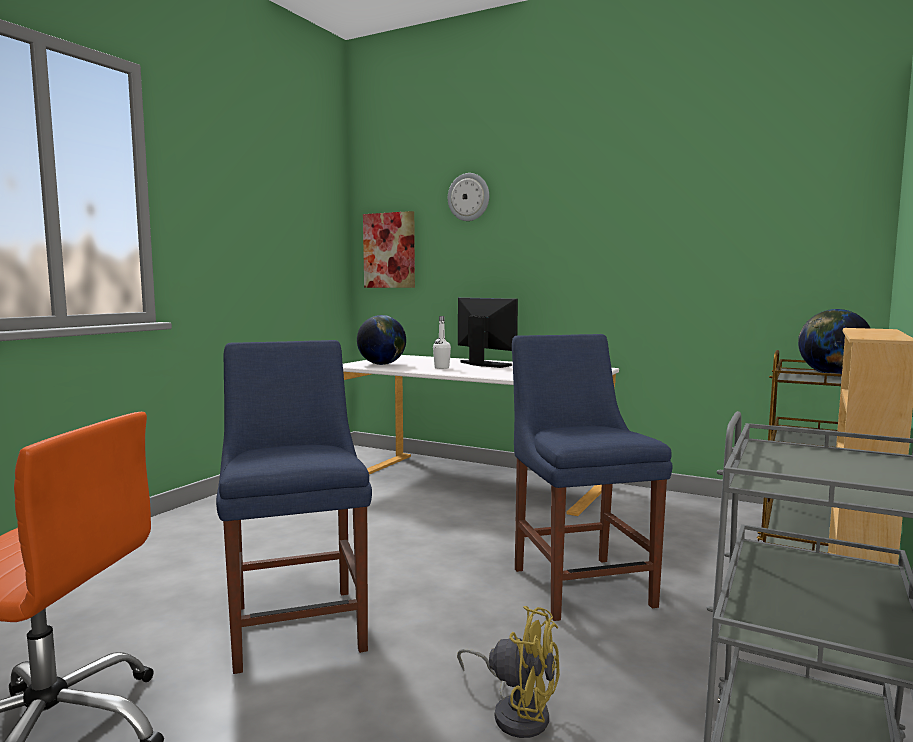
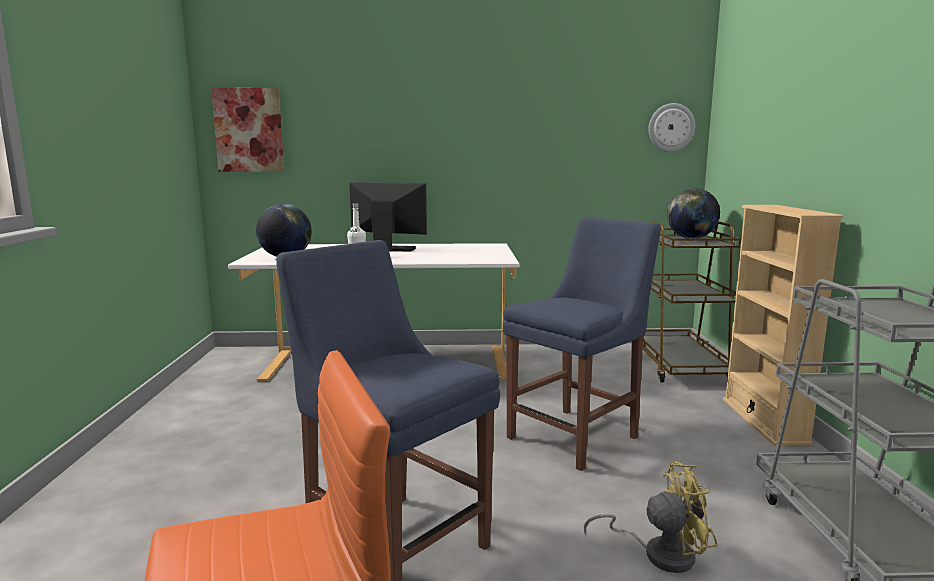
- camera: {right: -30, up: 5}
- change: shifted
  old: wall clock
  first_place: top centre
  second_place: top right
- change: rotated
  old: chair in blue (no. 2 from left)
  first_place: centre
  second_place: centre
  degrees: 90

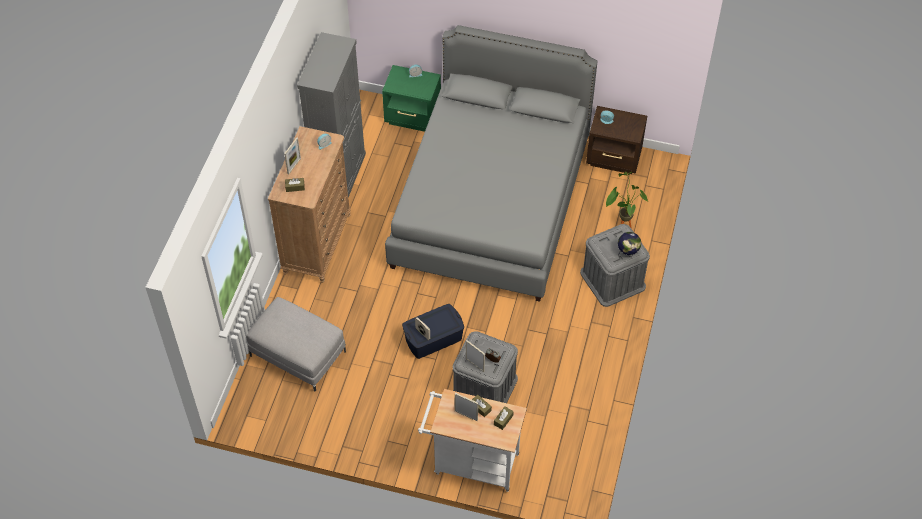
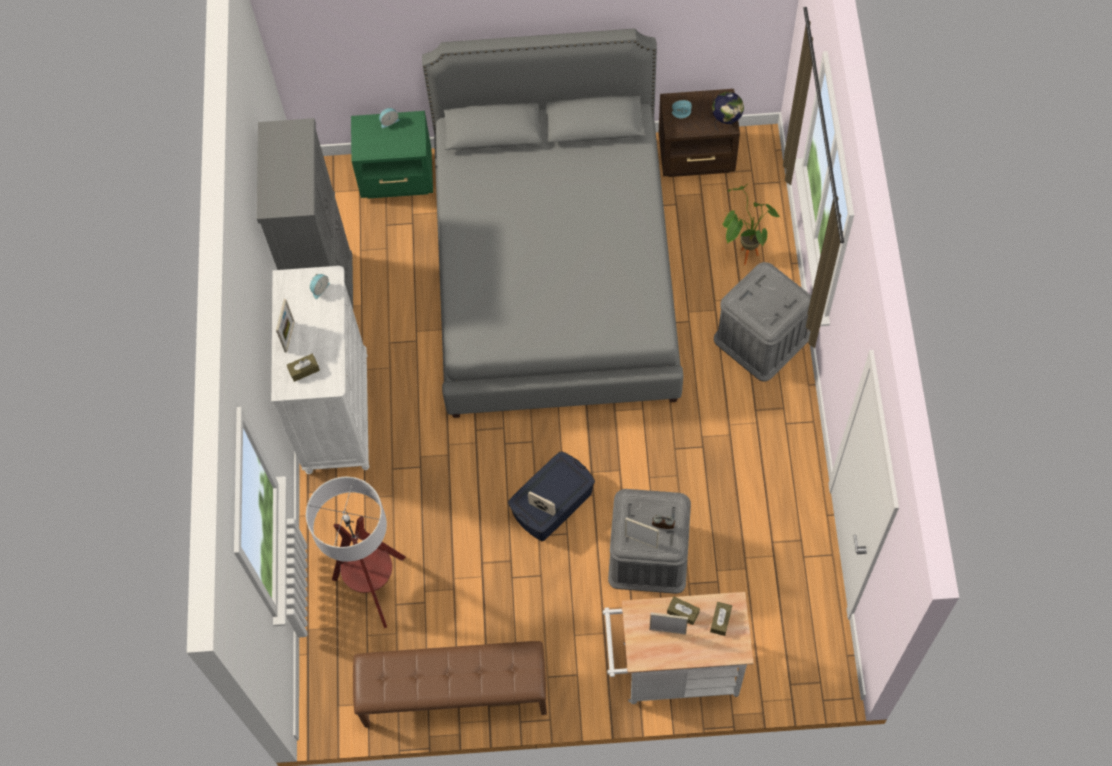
- camera: {right: -15, up: 10}
- change: swapped
  old: ottoman in grey
  new: floor lamp
  first_place: middle left
  second_place: bottom left
- change: repainted
  old: dresser in brown
  new: dresser in white
  first_place: centre
  second_place: middle left
- change: shifted
  old: globe
  first_place: middle right
  second_place: top centre
- change: new
  new: bench in brown
  second_place: bottom centre

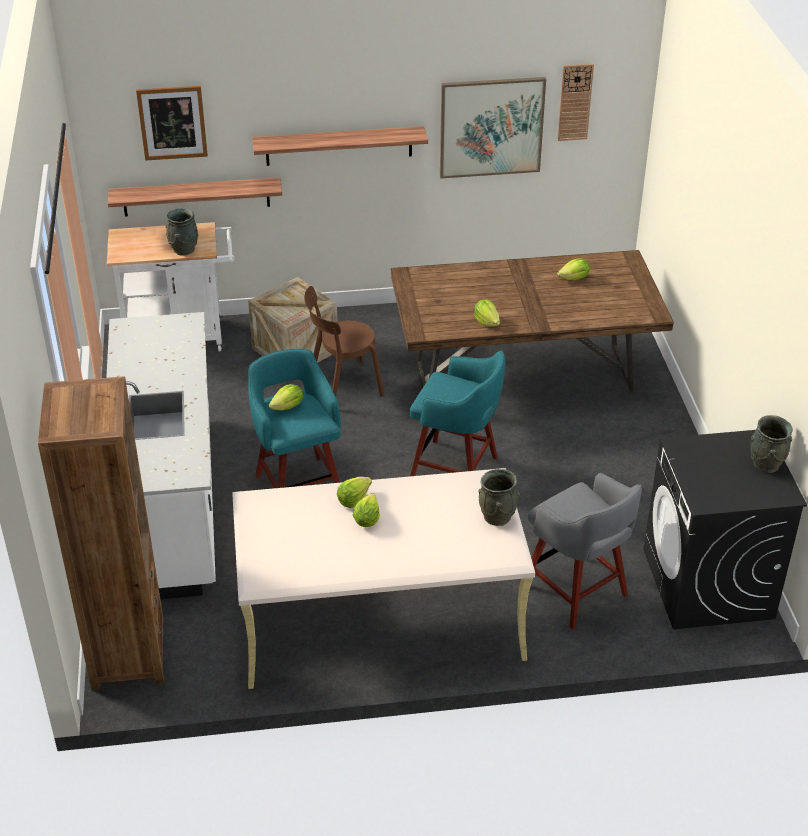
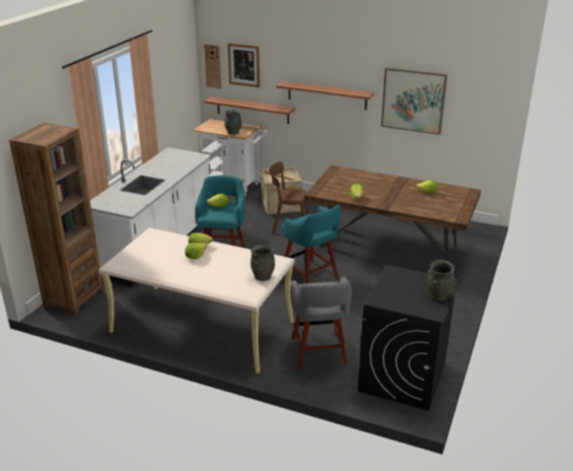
- camera: {right: 30, up: -10}
- change: shifted
  old: wall clock
  first_place: top right
  second_place: top centre

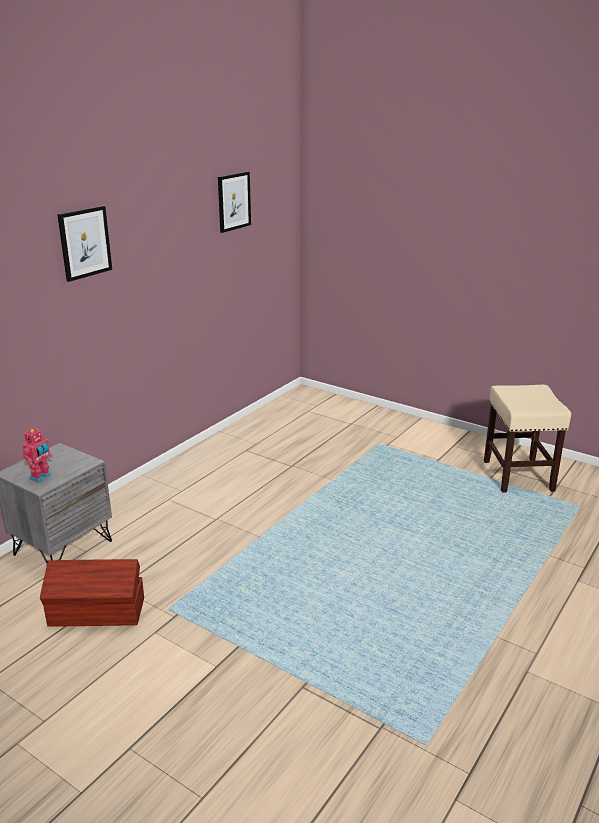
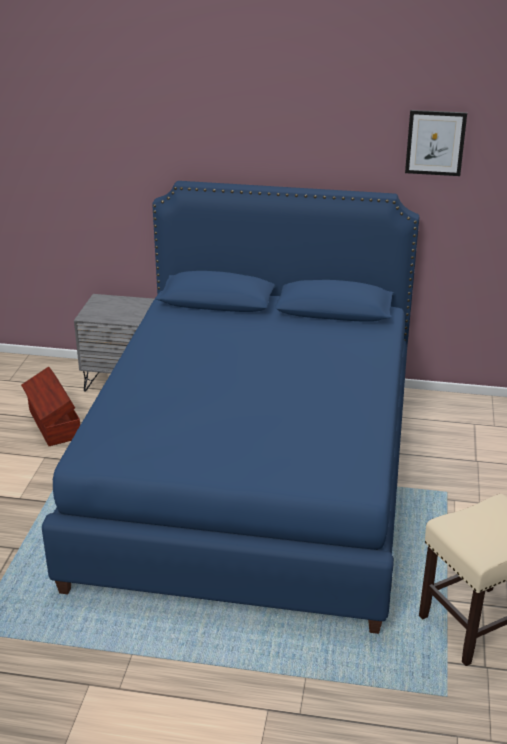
- camera: {right: 65, up: 5}
- change: gone
  old: toy robot
  first_place: middle left
- change: gone
  old: picture (no. 1 from left)
  first_place: top left
- change: new
  new: bed in blue
  second_place: centre

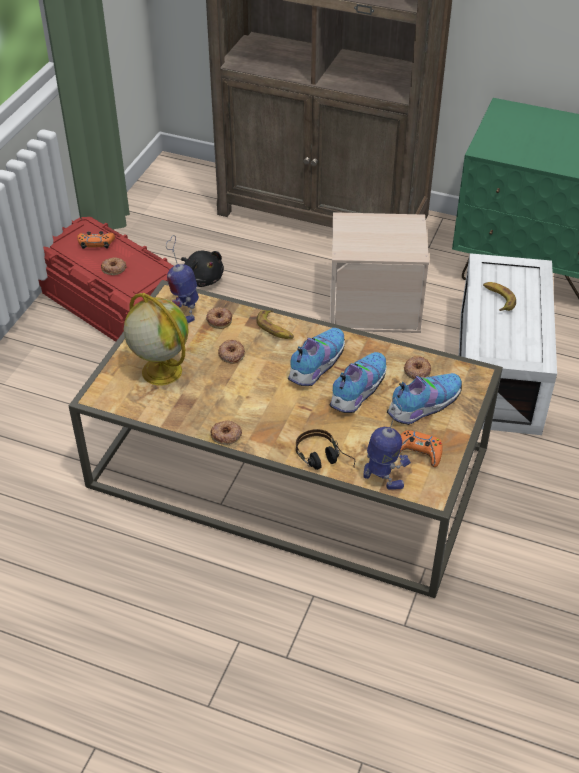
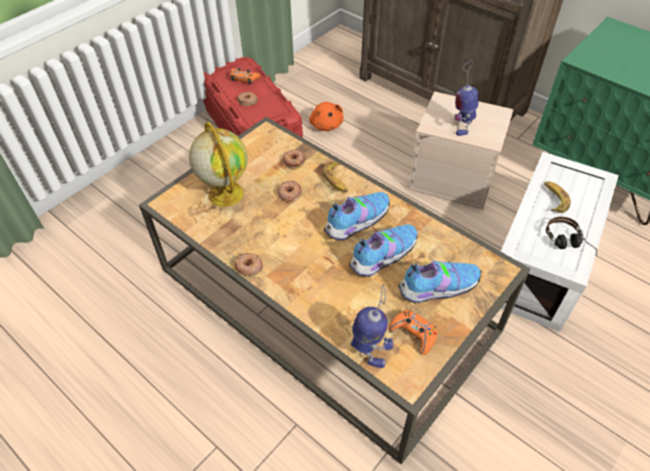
- camera: {right: 20, up: 5}
- change: shifted
  old: toy robot (no. 1 from left in the first image)
  new: toy robot (no. 2 from left)
  first_place: middle left
  second_place: top right
- change: repainted
  old: plush toy in black
  new: plush toy in orange
  first_place: centre
  second_place: top centre
- change: shifted
  old: headphones
  first_place: centre
  second_place: middle right
- change: gone
  old: donut (no. 5 from left)
  first_place: middle right

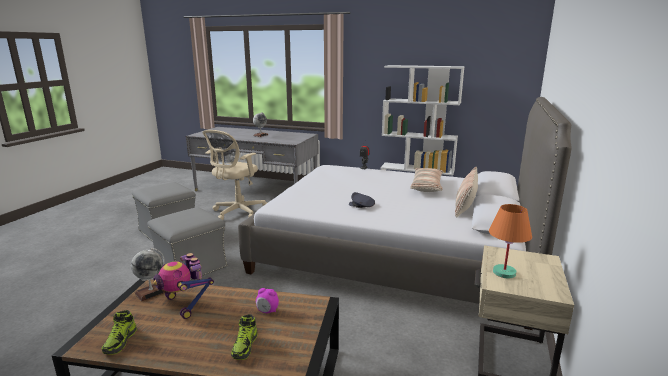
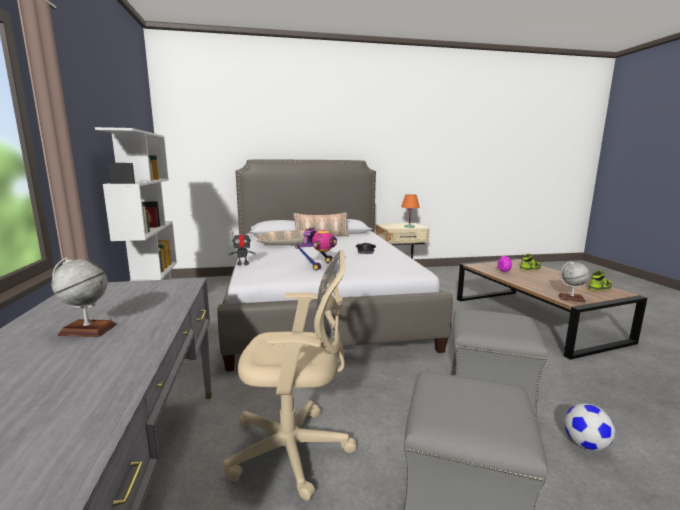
- camera: {right: -120, up: -5}
- change: shifted
  old: toy robot (no. 1 from left in the first image)
  new: toy robot (no. 2 from left)
  first_place: bottom left
  second_place: centre
- change: new
  new: football
  second_place: bottom right

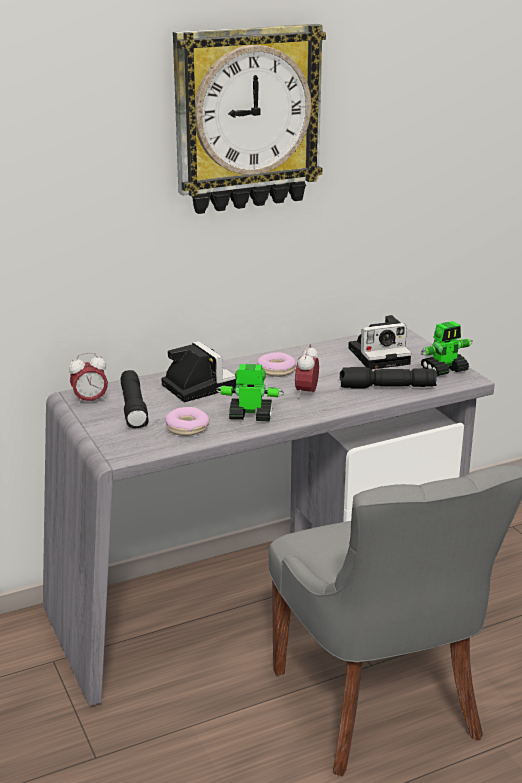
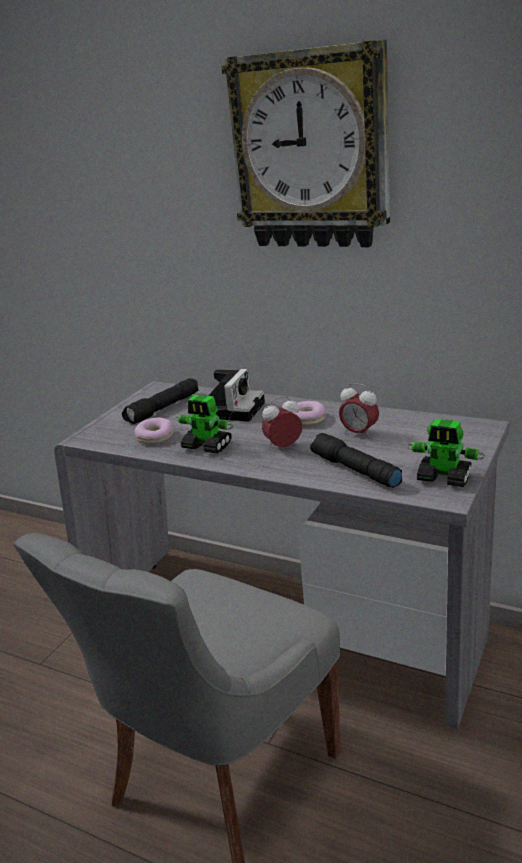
- camera: {right: 55, up: 0}
- change: shifted
  old: alarm clock (no. 1 from left in the first image)
  new: alarm clock (no. 2 from left)
  first_place: middle left
  second_place: middle right
- change: rotated
  old: toy robot (no. 1 from left)
  first_place: centre
  second_place: centre
  degrees: 150
- change: gone
  old: photo camera (no. 2 from left)
  first_place: middle right

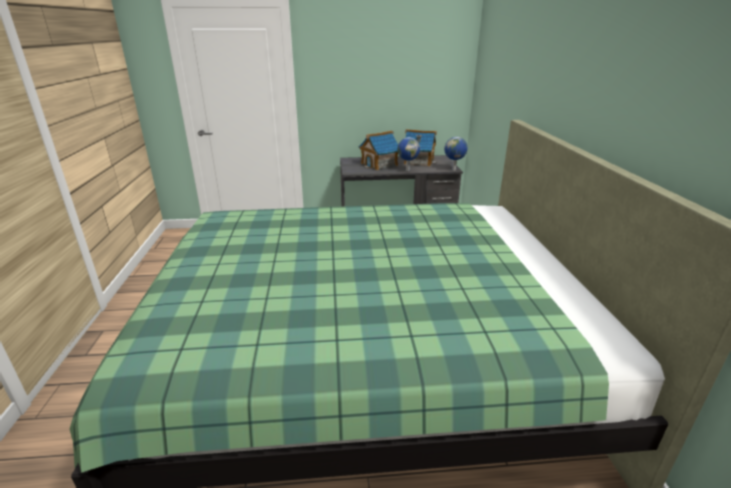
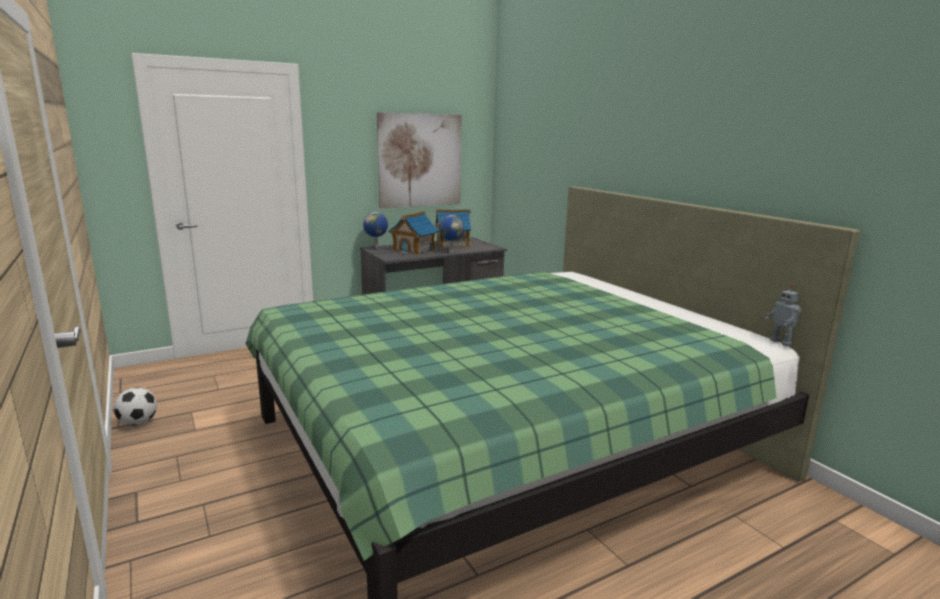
- camera: {right: -25, up: -10}
- change: shifted
  old: globe (no. 2 from left in the first image)
  new: globe (no. 1 from left)
  first_place: top centre
  second_place: centre
- change: new
  new: football
  second_place: bottom left
- change: new
  new: picture
  second_place: top centre
- change: new
  new: toy robot
  second_place: middle right

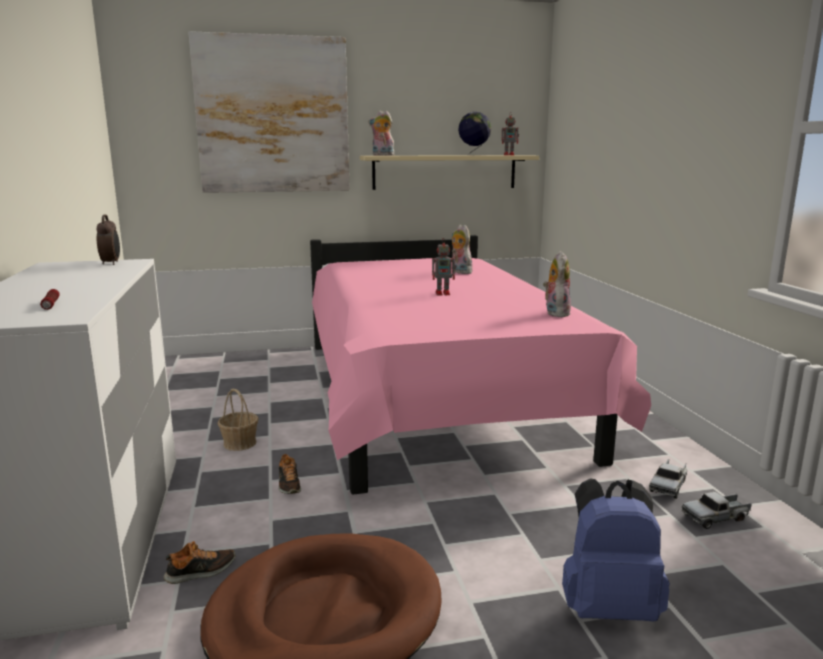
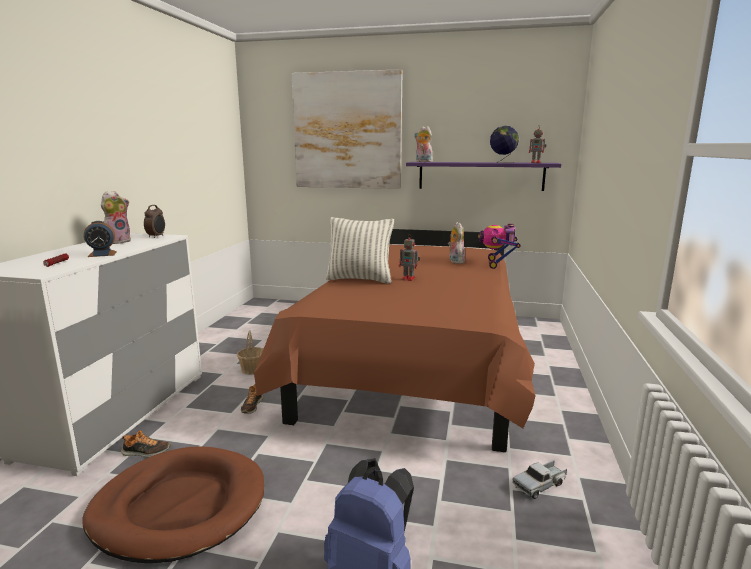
- camera: {right: 25, up: 0}
- change: repainted
  old: bed in pink
  new: bed in brown
  first_place: centre
  second_place: centre
- change: repainted
  old: shelf in beige
  new: shelf in purple
  first_place: top centre
  second_place: top centre
- change: shifted
  old: plush toy (no. 3 from left in the first image)
  new: plush toy (no. 1 from left)
  first_place: middle right
  second_place: middle left
- change: gone
  old: toy truck (no. 2 from left)
  first_place: bottom right
- change: new
  new: alarm clock (no. 1 from left)
  second_place: middle left
- change: new
  new: pillow
  second_place: centre
- change: new
  new: toy robot (no. 2 from left)
  second_place: centre

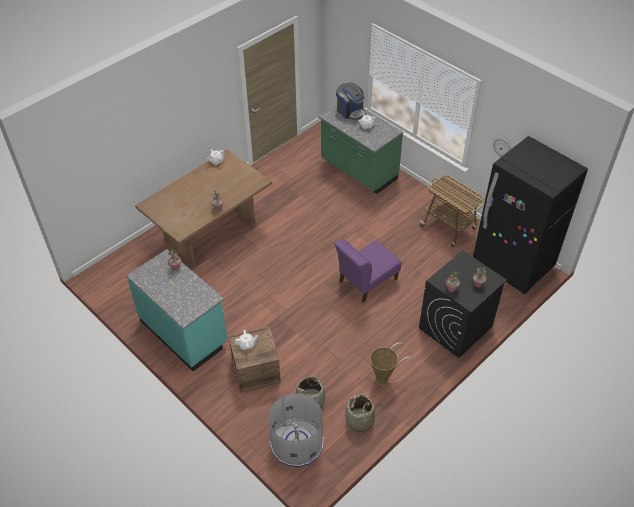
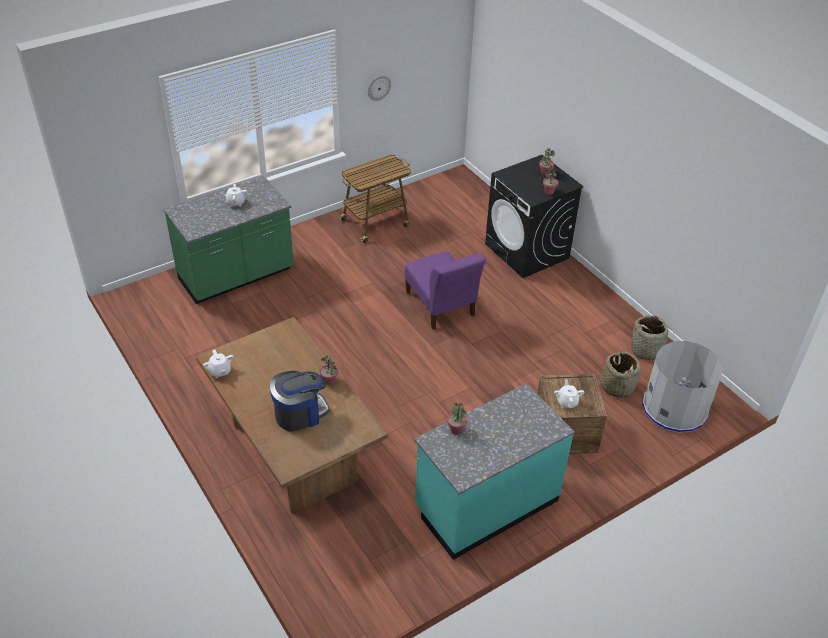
- camera: {right: -80, up: -5}
- change: shifted
  old: coffee machine
  first_place: top centre
  second_place: centre
- change: gone
  old: basket (no. 3 from left)
  first_place: bottom centre
- change: gone
  old: fridge in black
  first_place: middle right

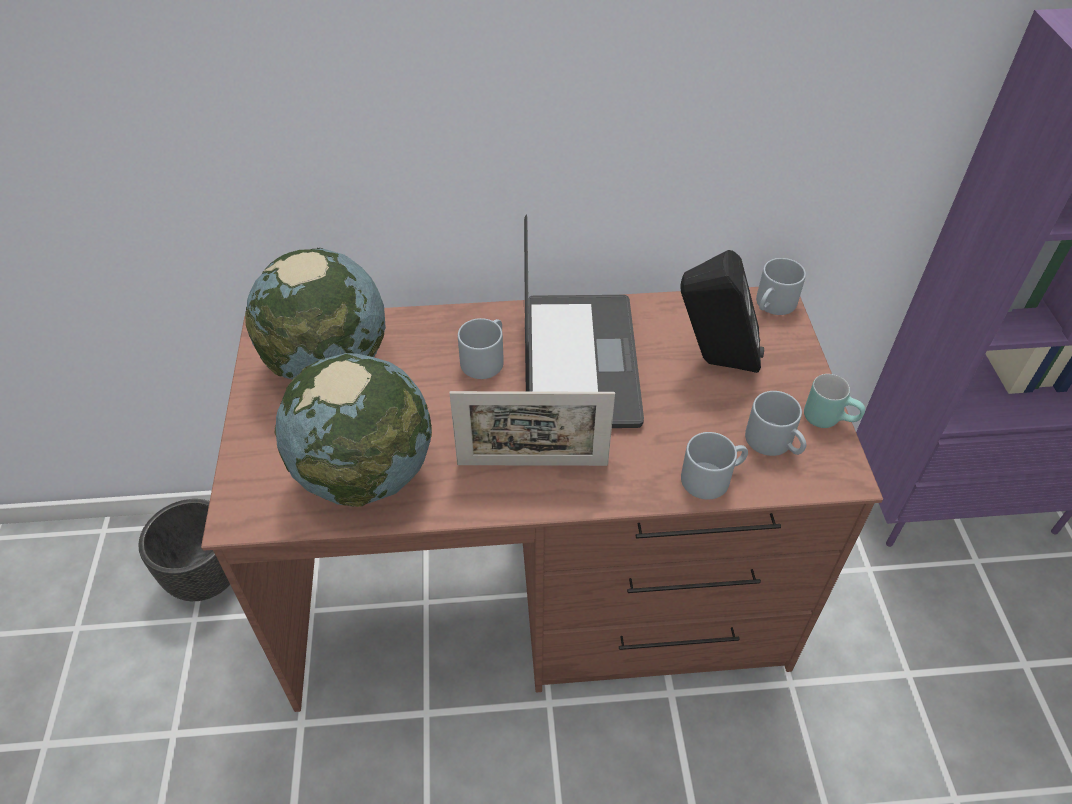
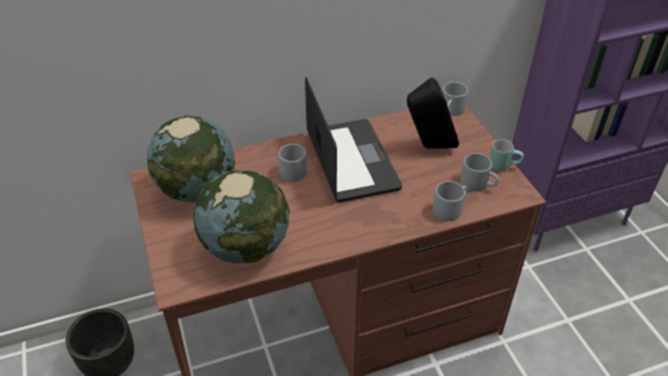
- camera: {right: -15, up: -5}
- change: gone
  old: picture frame
  first_place: centre

